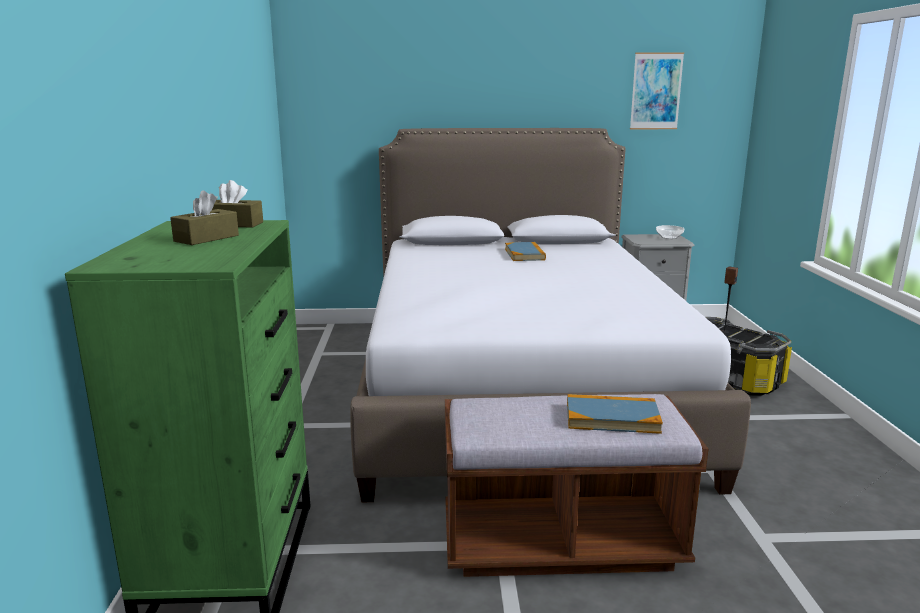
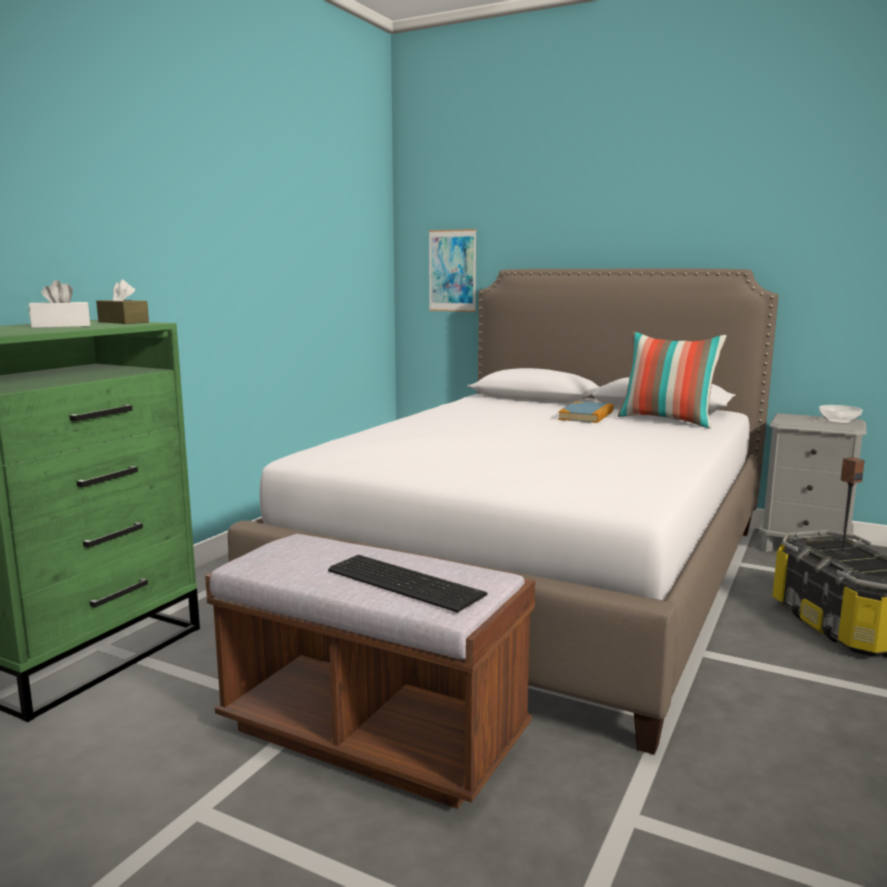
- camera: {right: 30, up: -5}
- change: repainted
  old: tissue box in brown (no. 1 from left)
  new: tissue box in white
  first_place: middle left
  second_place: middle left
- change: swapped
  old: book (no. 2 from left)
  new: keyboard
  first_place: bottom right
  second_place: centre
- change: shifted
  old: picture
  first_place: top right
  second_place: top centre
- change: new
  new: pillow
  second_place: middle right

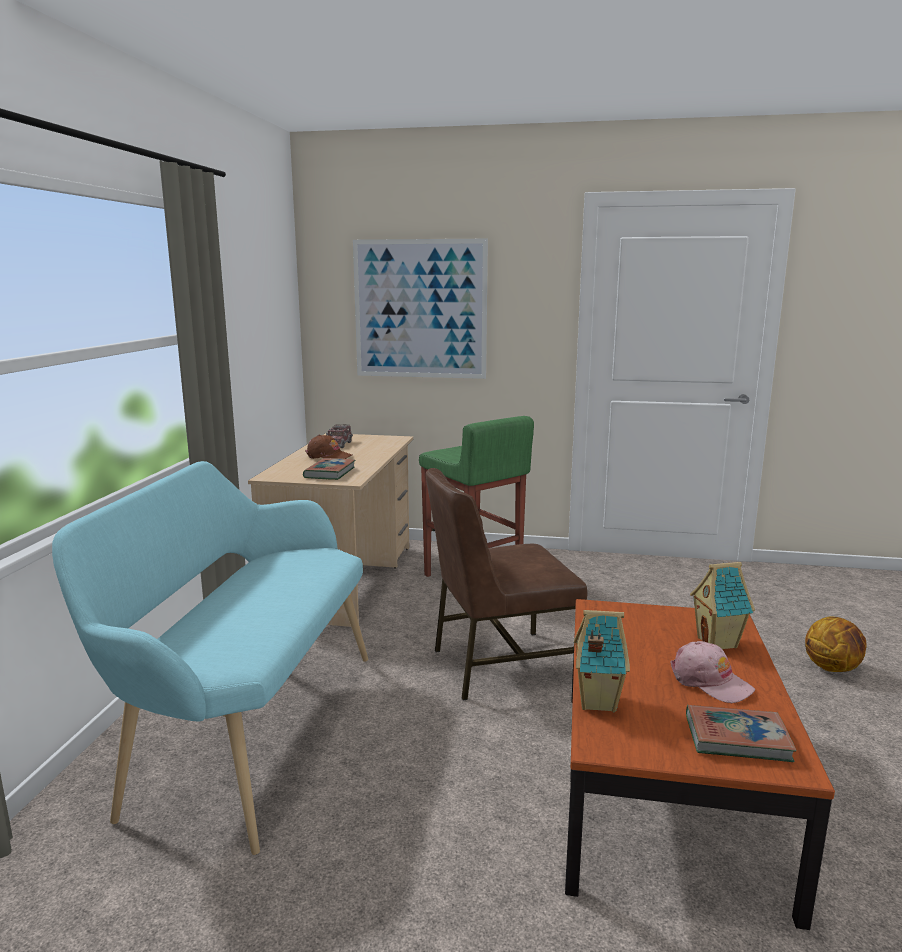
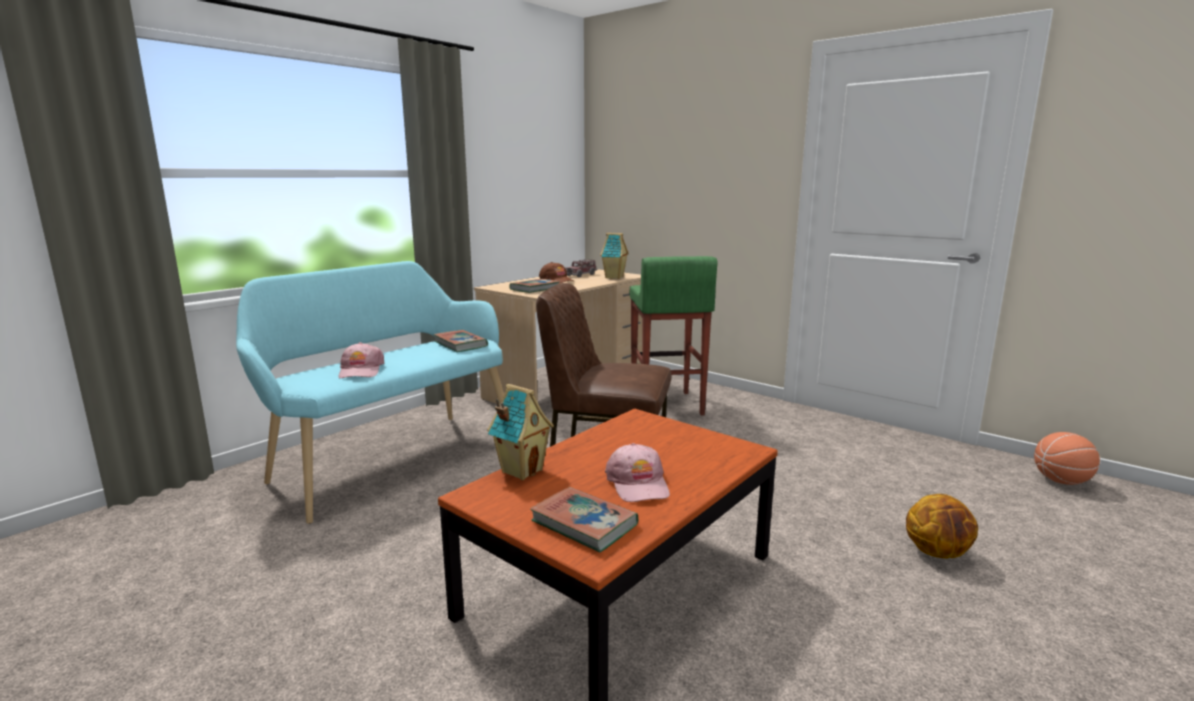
- camera: {right: 30, up: 0}
- change: gone
  old: picture
  first_place: top centre
- change: shifted
  old: toy house (no. 2 from left)
  first_place: middle right
  second_place: centre
- change: new
  new: cap in pink (no. 1 from left)
  second_place: middle left
- change: new
  new: book (no. 1 from left)
  second_place: centre
- change: new
  new: basketball (no. 2 from left)
  second_place: middle right

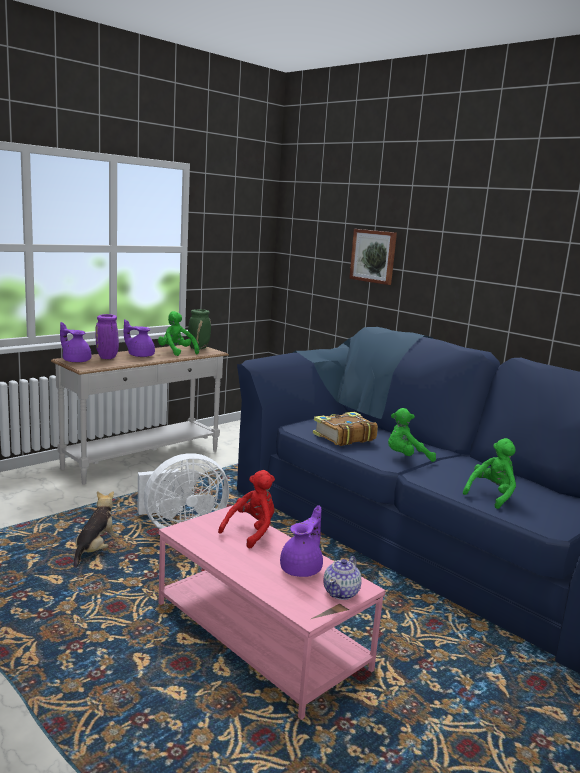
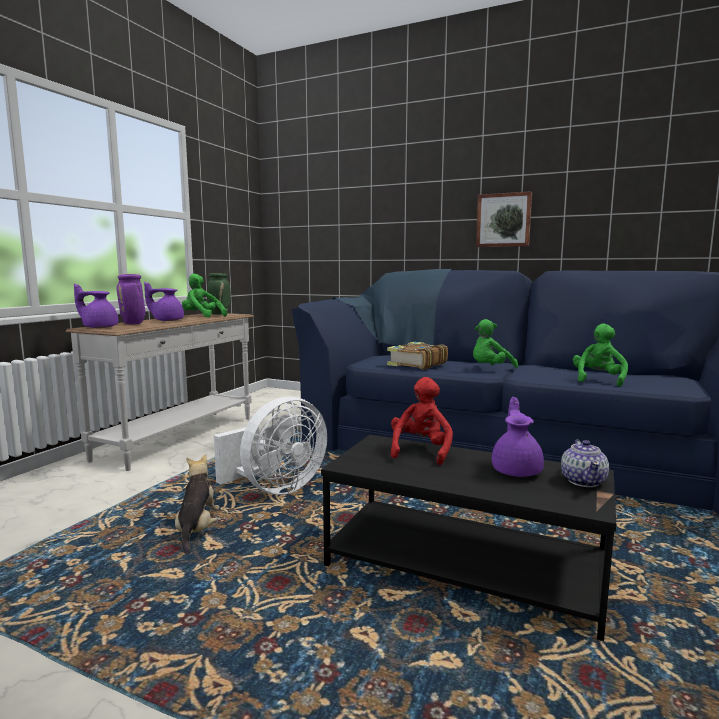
- camera: {right: -20, up: -5}
- change: repainted
  old: coffee table in pink
  new: coffee table in black
  first_place: bottom centre
  second_place: bottom centre
- change: shifted
  old: picture
  first_place: top centre
  second_place: top right

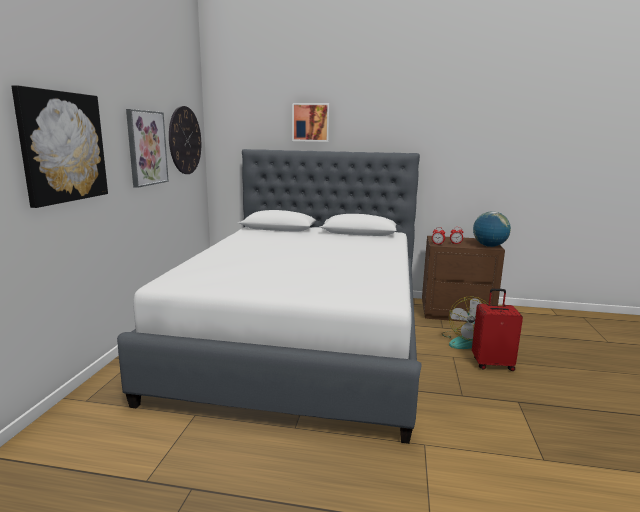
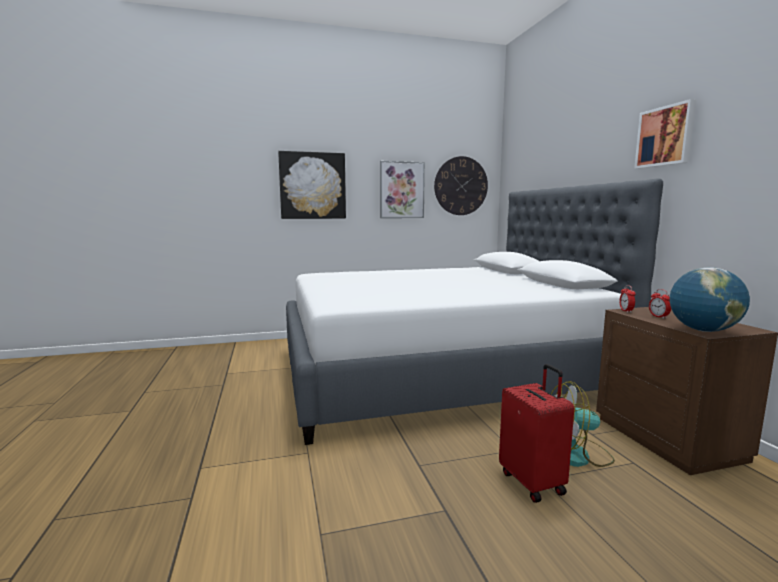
- camera: {right: 65, up: -5}
- change: shifted
  old: picture (no. 3 from left)
  first_place: top centre
  second_place: top right

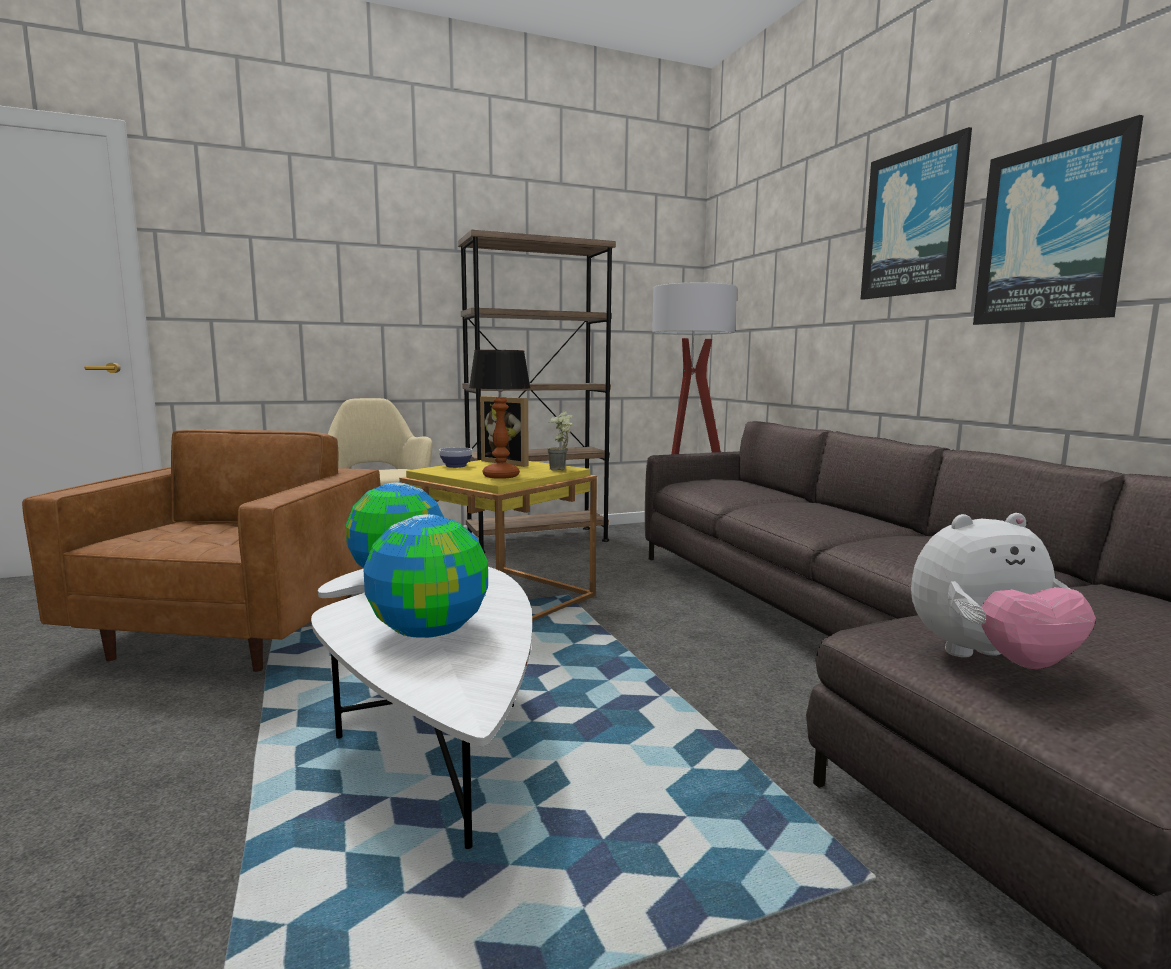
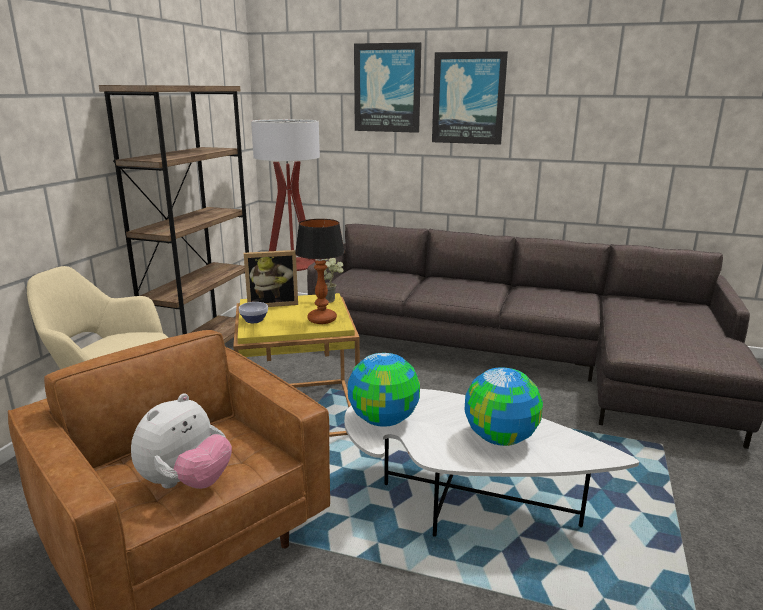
- camera: {right: -50, up: 10}
- change: shifted
  old: plush toy
  first_place: middle right
  second_place: bottom left
- change: shifted
  old: picture (no. 2 from left in the first image)
  new: picture (no. 1 from left)
  first_place: top right
  second_place: top centre

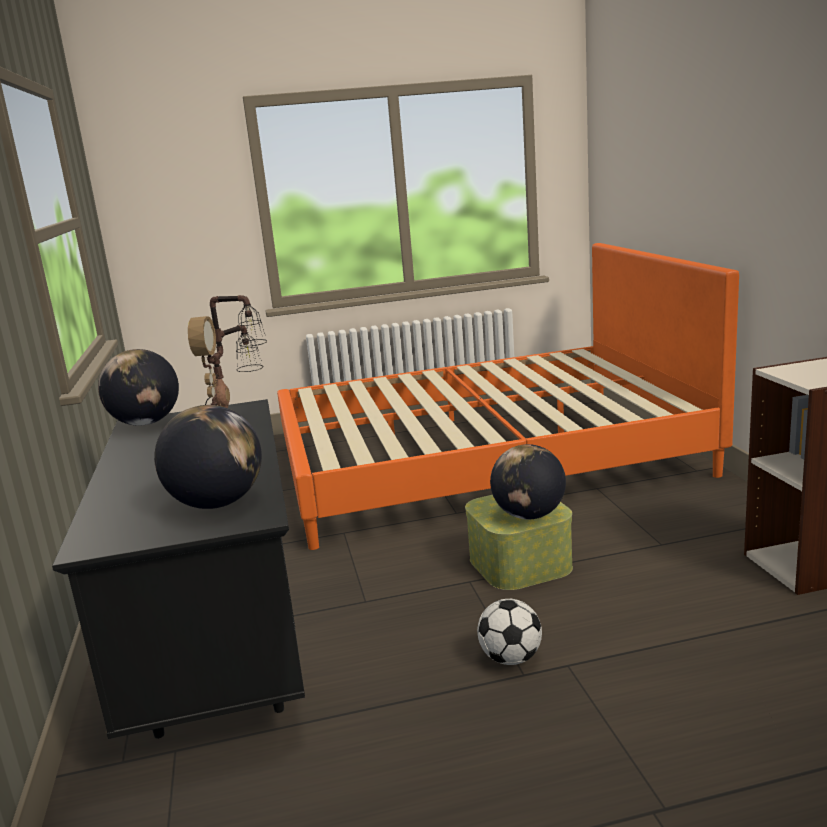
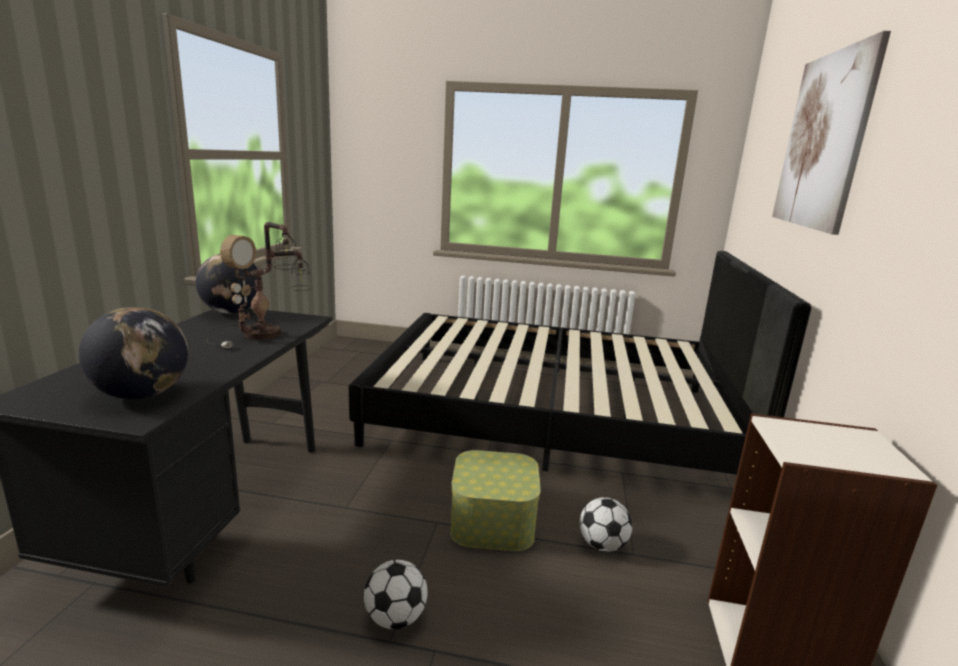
- camera: {right: 20, up: 0}
- change: repainted
  old: bed in orange
  new: bed in black
  first_place: centre
  second_place: centre
- change: gone
  old: globe (no. 3 from left)
  first_place: centre
- change: new
  new: football (no. 2 from left)
  second_place: bottom centre
- change: new
  new: picture
  second_place: top right

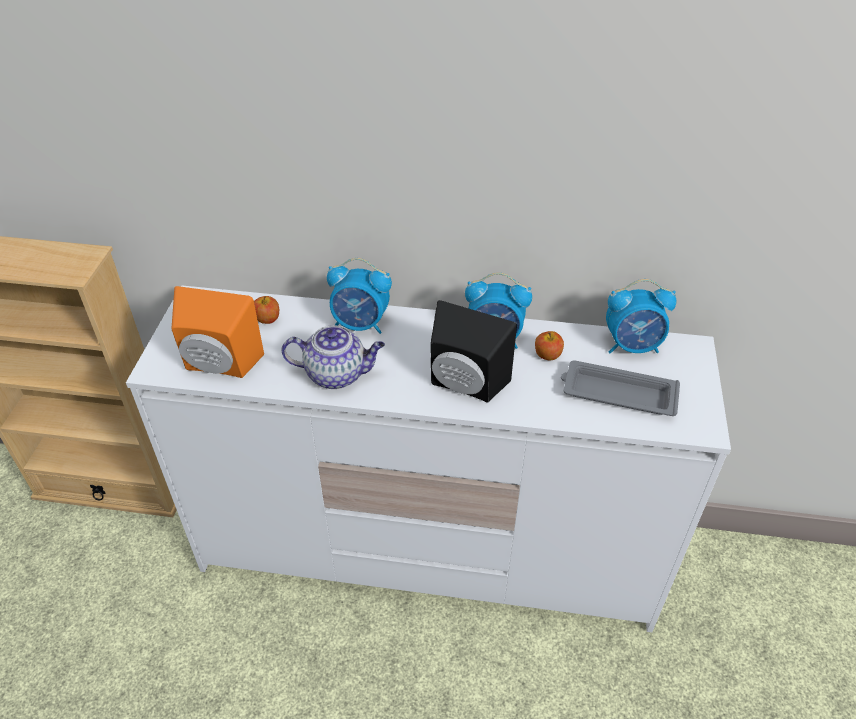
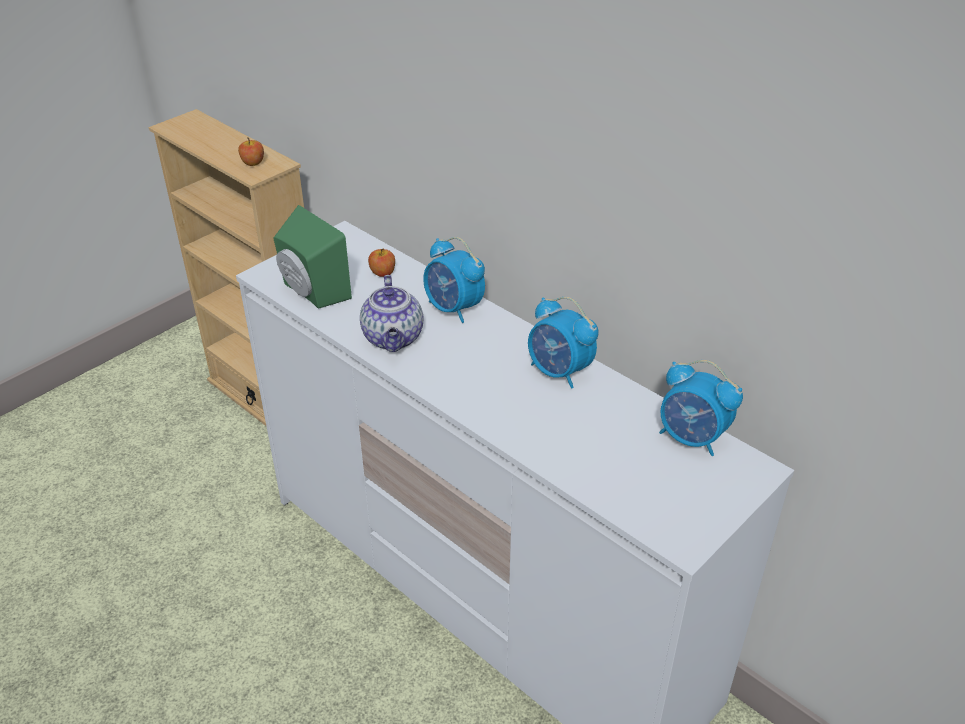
- camera: {right: 35, up: -5}
- change: repainted
  old: speaker in orange
  new: speaker in green
  first_place: middle left
  second_place: middle left
- change: rotated
  old: teapot
  first_place: centre
  second_place: centre
  degrees: 45
- change: gone
  old: speaker in black
  first_place: centre
- change: shifted
  old: apple (no. 2 from left in the first image)
  new: apple (no. 1 from left)
  first_place: centre
  second_place: top left
- change: gone
  old: tray in grey
  first_place: middle right

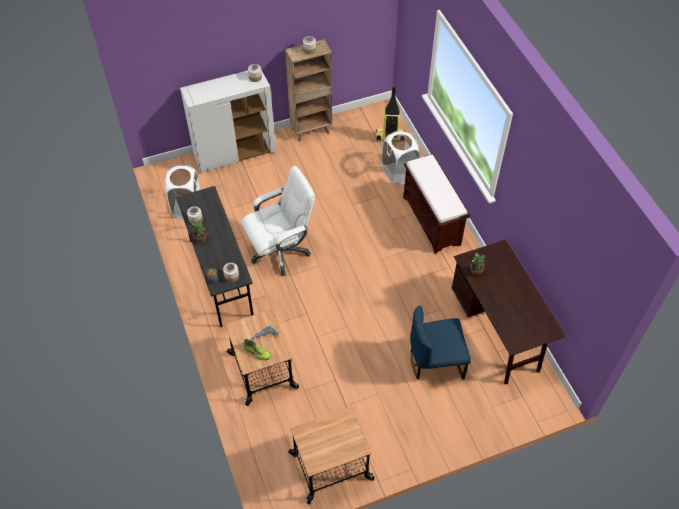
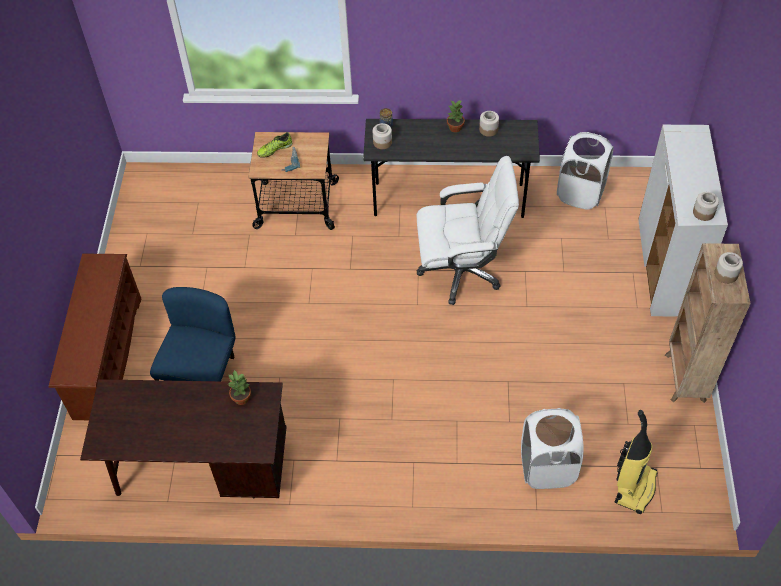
- camera: {right: 115, up: 0}
- change: rotated
  old: office chair in white
  first_place: centre
  second_place: centre
  degrees: -90
- change: gone
  old: cart (no. 2 from left)
  first_place: bottom centre
- change: gone
  old: bench in brown
  first_place: centre
- change: new
  new: shoe rack in brown
  second_place: middle left

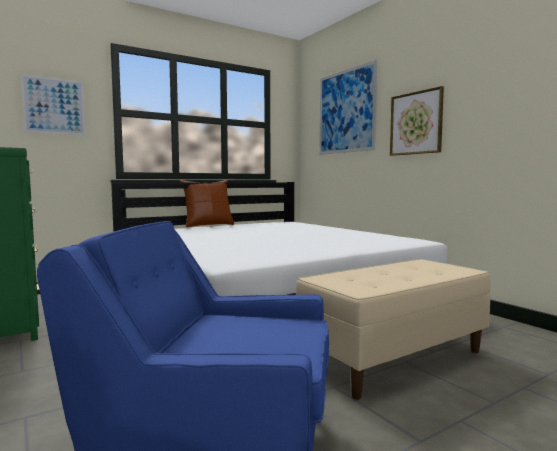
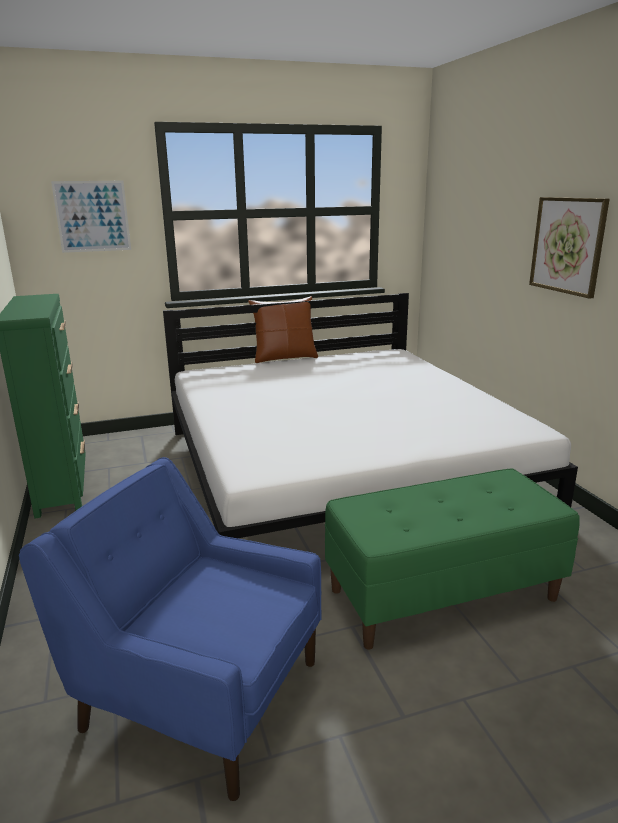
- camera: {right: 15, up: 15}
- change: repainted
  old: bench in beige
  new: bench in green
  first_place: bottom right
  second_place: bottom right
- change: gone
  old: picture (no. 2 from left)
  first_place: top centre

